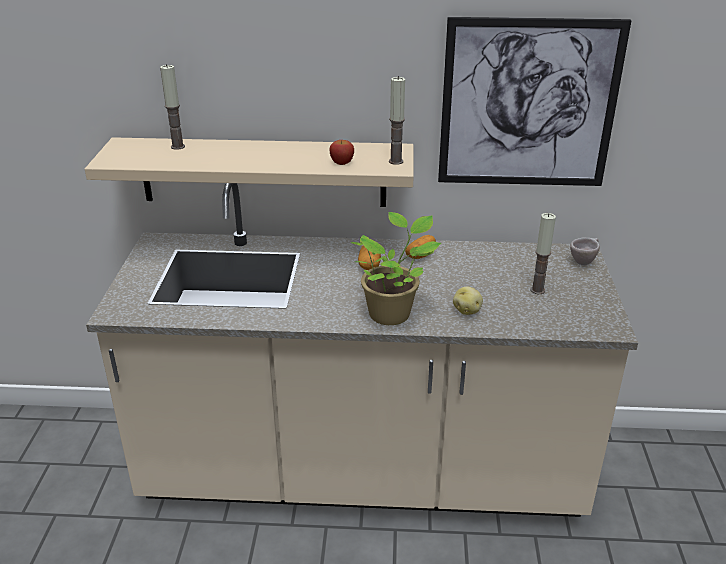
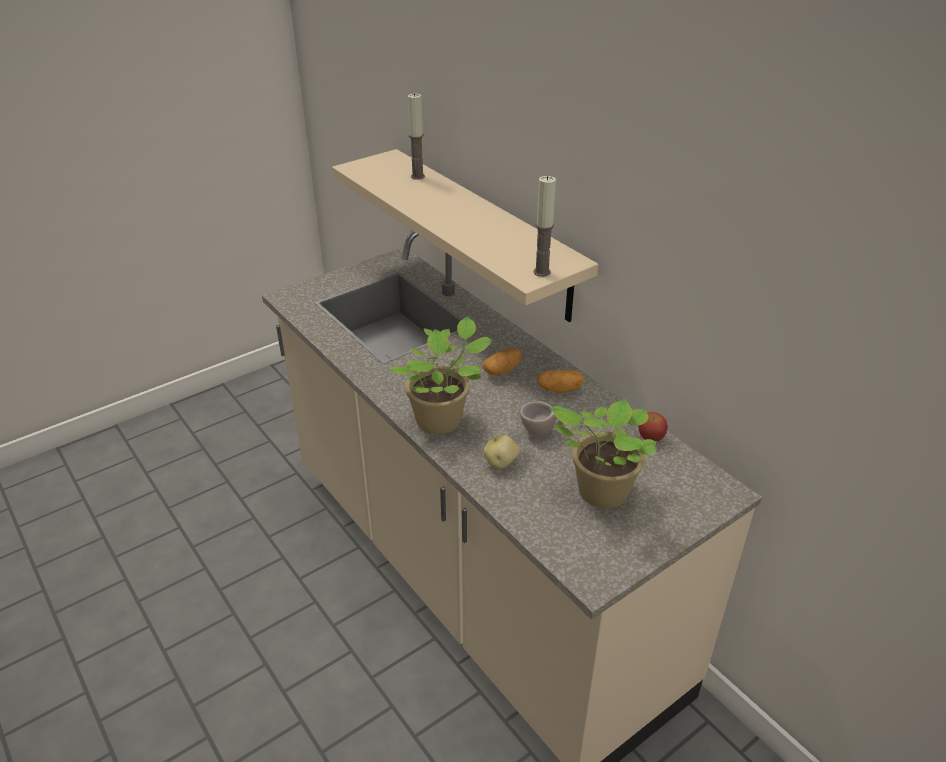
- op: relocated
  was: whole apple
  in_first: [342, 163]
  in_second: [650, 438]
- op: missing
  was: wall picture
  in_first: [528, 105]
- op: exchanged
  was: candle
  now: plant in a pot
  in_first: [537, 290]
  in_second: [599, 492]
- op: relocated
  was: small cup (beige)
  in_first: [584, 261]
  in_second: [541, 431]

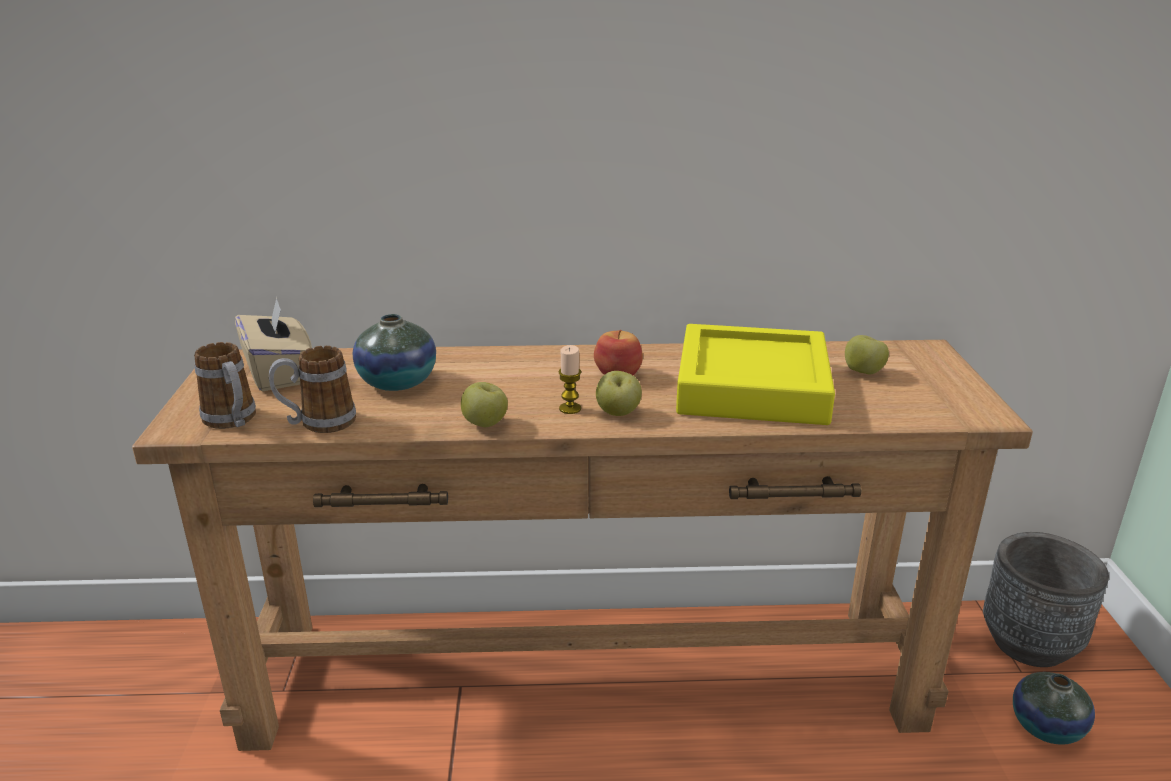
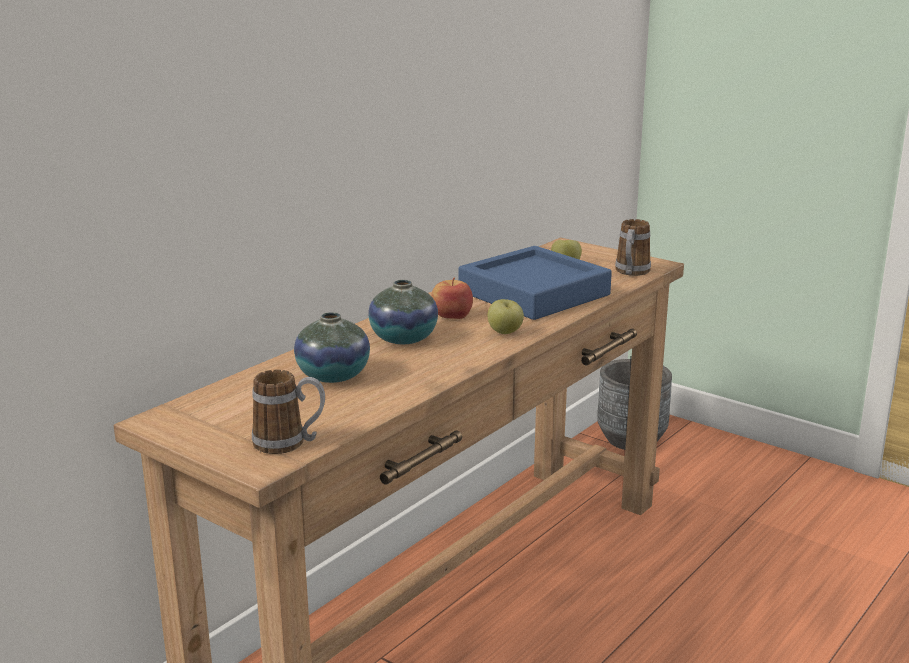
- op: missing
  was: box of tissues (beige)
  in_first: [279, 373]
- op: relocated
  was: coffee mug
  in_first: [317, 423]
  in_second: [631, 273]
- op: missing
  was: whole apple
  in_first: [485, 424]
- op: missing
  was: candle
  in_first: [570, 408]
- op: colour
  was: carrying tray (yellow)
  now: carrying tray (bluish)
  in_first: [752, 387]
  in_second: [534, 293]
- op: relocated
  was: decorative vase
  in_first: [1046, 727]
  in_second: [403, 338]

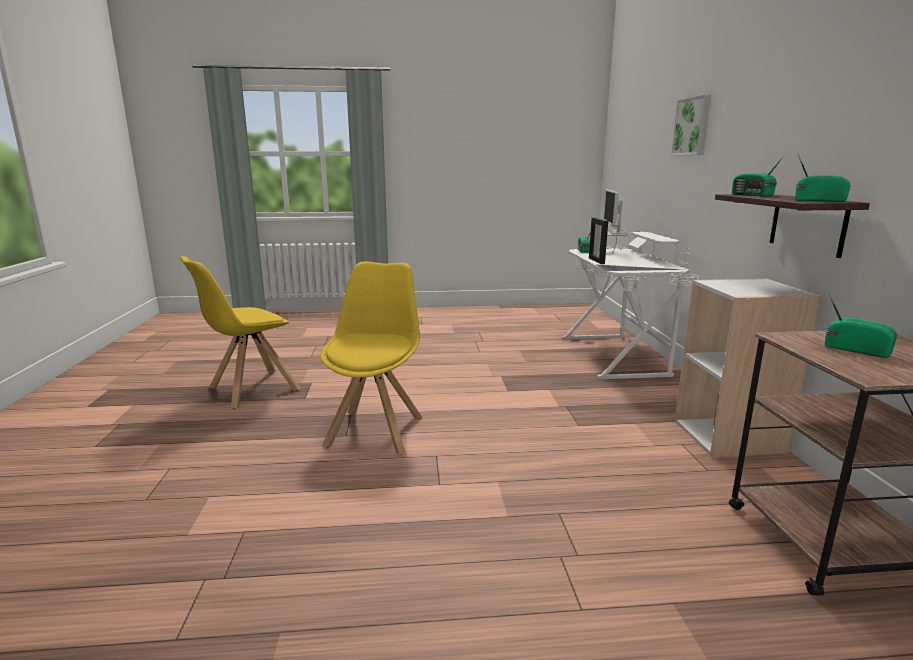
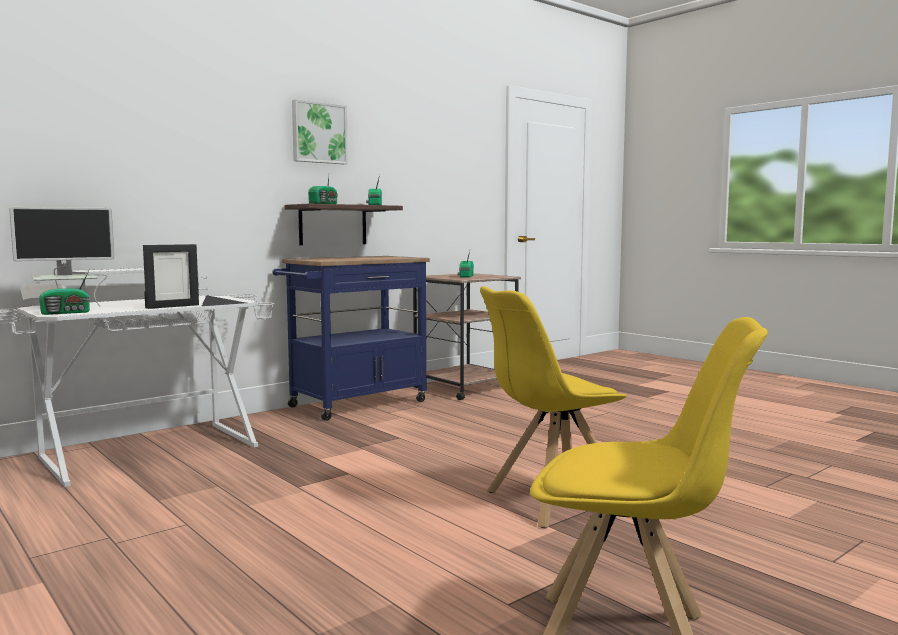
- op: relocated
  was: wall picture
  in_first: [693, 126]
  in_second: [318, 133]
- op: exchanged
  was: shelving unit
  now: wheeled cart (bluish)
  in_first: [728, 437]
  in_second: [354, 405]

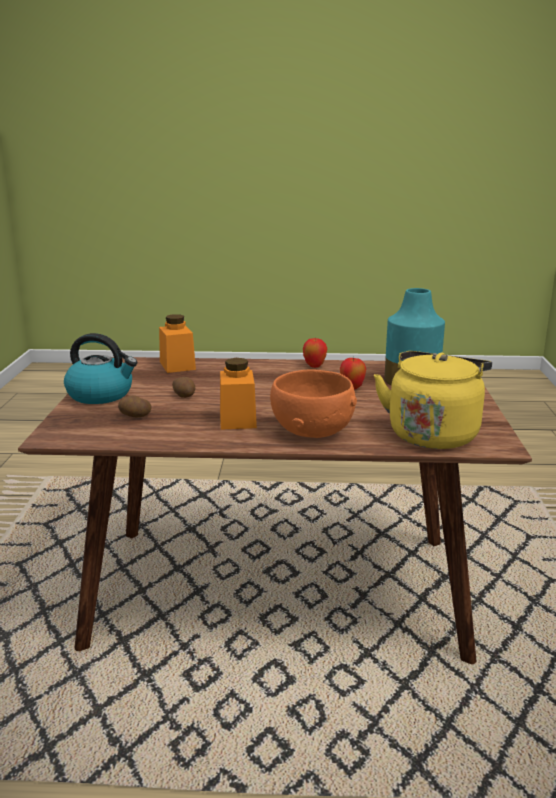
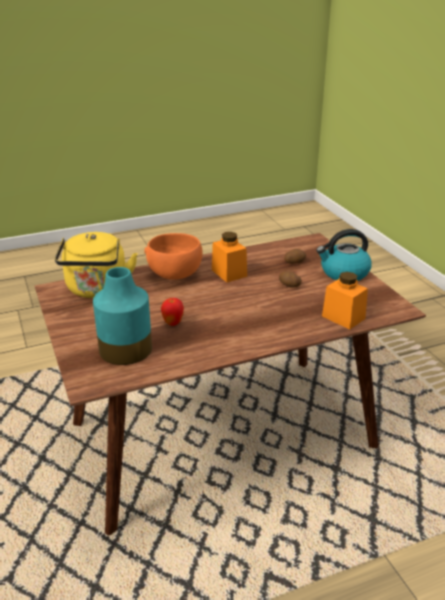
- op: missing
  was: whole apple
  in_first: [314, 366]

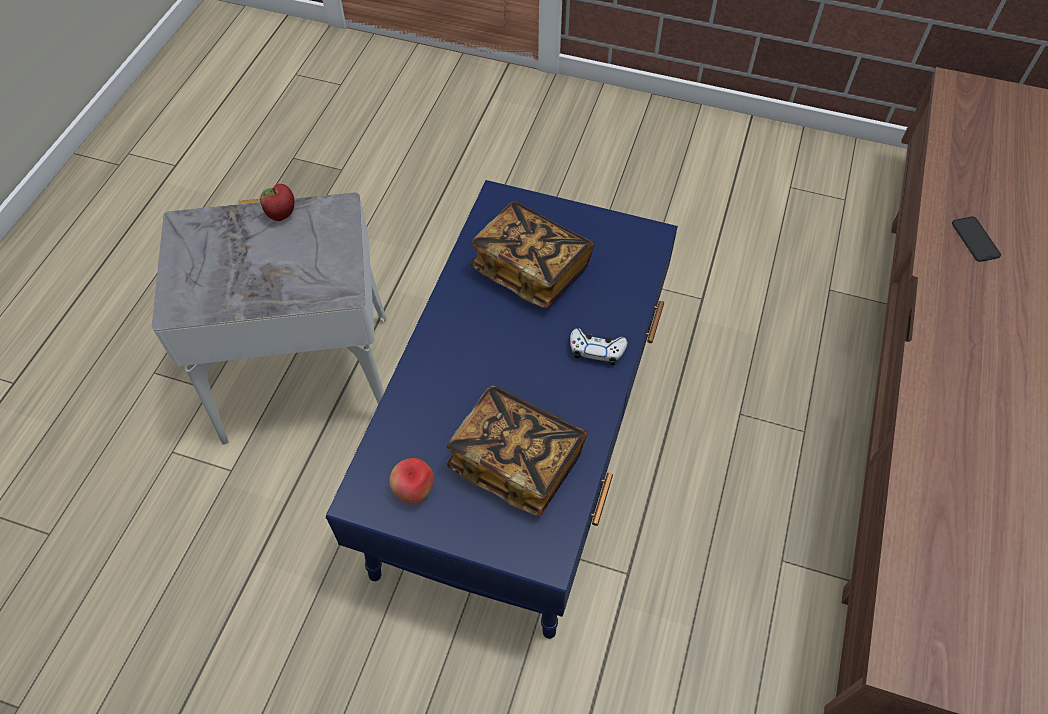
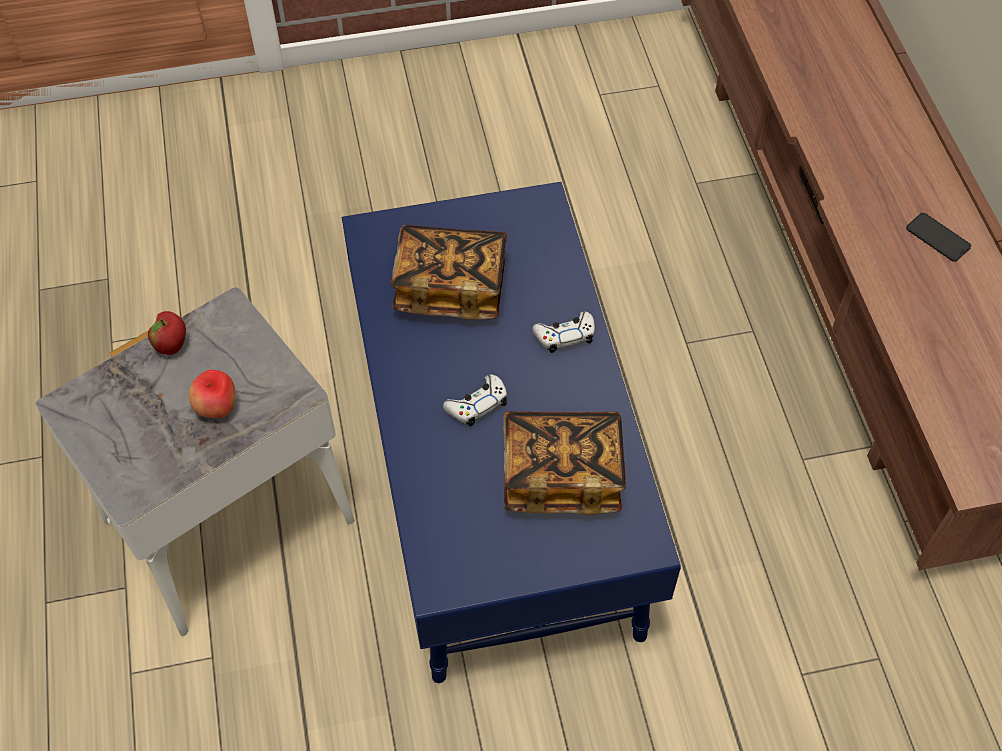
- op: relocated
  was: whole apple
  in_first: [414, 491]
  in_second: [217, 408]
- op: relocated
  was: phone
  in_first: [975, 239]
  in_second: [938, 237]
- op: appeared
  now: gamepad (white)
  in_second: [477, 404]

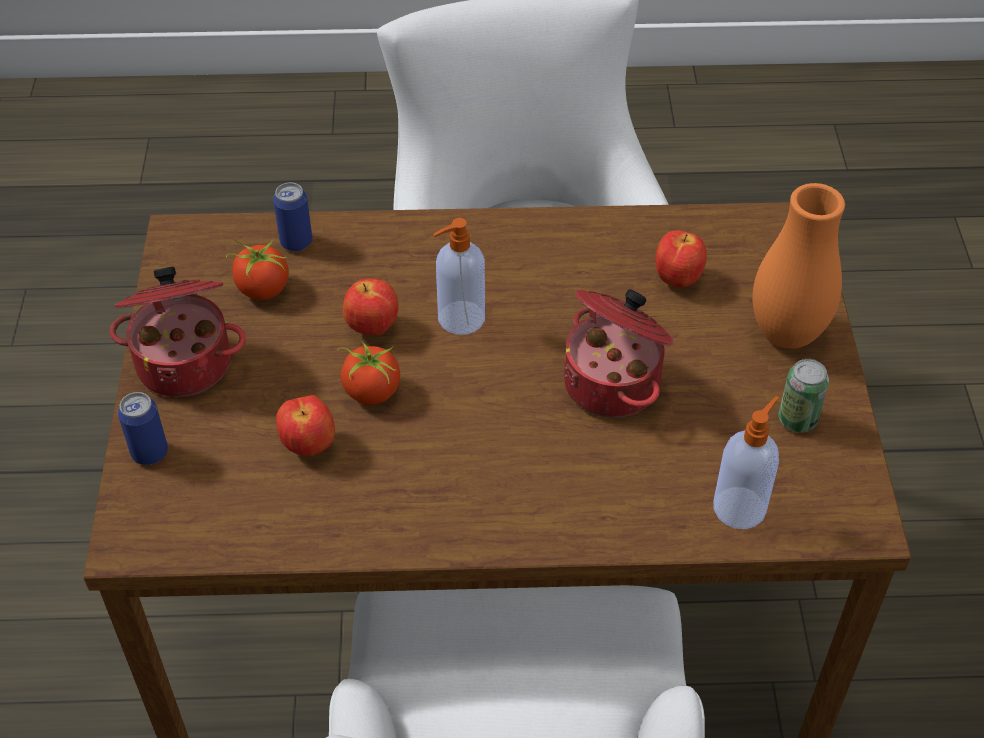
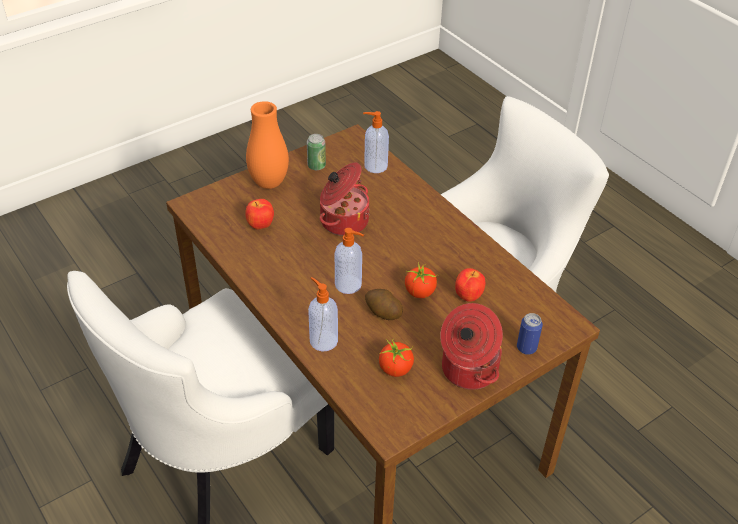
- op: missing
  was: metal can
  in_first: [296, 242]
- op: exchanged
  was: whole apple
  now: whole potato
  in_first: [372, 328]
  in_second: [383, 312]
- op: appeared
  now: soap dispenser
  in_second: [323, 340]

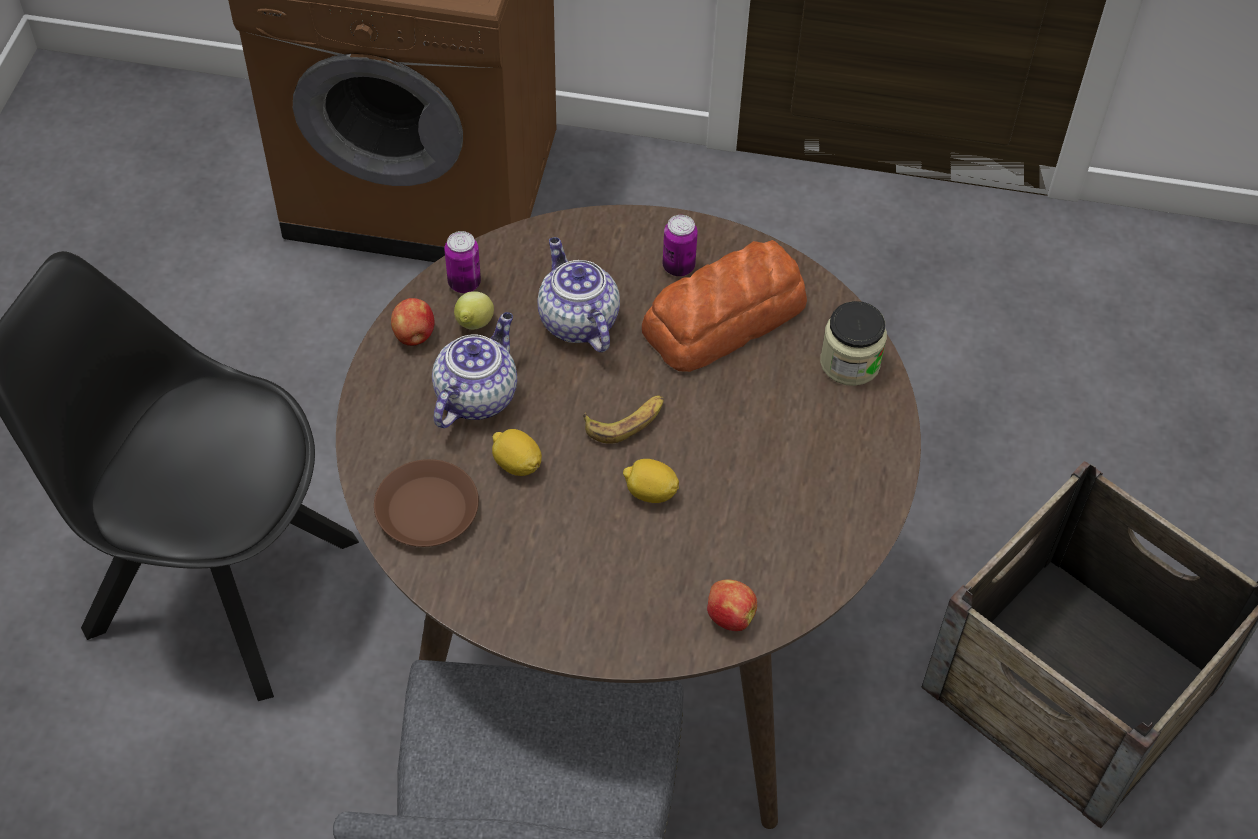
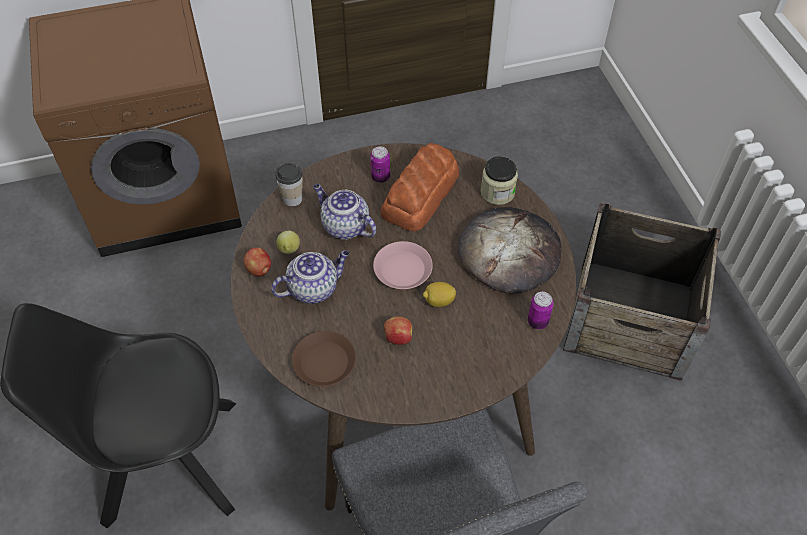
- op: spun
  was: tea pot
  in_first: [476, 395]
  in_second: [314, 288]
  clockwise: 60
- op: relocated
  was: metal can
  in_first: [464, 283]
  in_second: [537, 322]
- op: missing
  was: lemon
  in_first: [517, 464]
- op: exchanged
  was: whole banana
  now: plate (pink)
  in_first: [626, 421]
  in_second: [403, 269]
- op: relocated
  was: whole apple
  in_first: [729, 616]
  in_second: [398, 337]
- op: appeared
  now: small cup
  in_second: [292, 198]
- op: appeared
  now: bakery bread
  in_second: [508, 253]

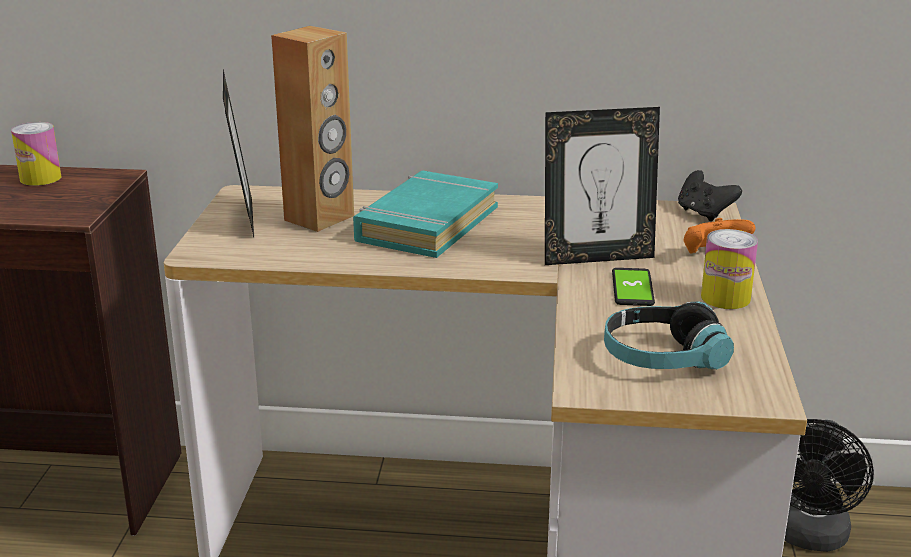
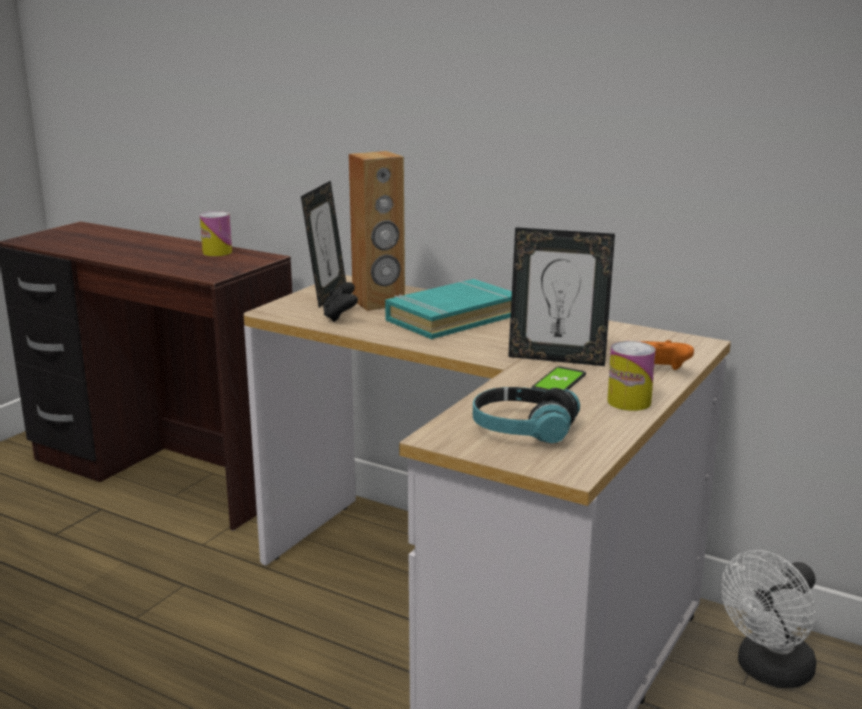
- op: relocated
  was: gamepad (black)
  in_first: [704, 213]
  in_second: [340, 317]
- op: colour
  was: fan (black)
  now: fan (white)
  in_first: [808, 537]
  in_second: [768, 672]

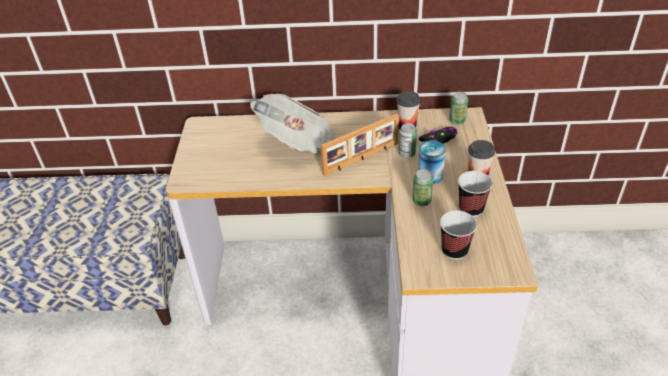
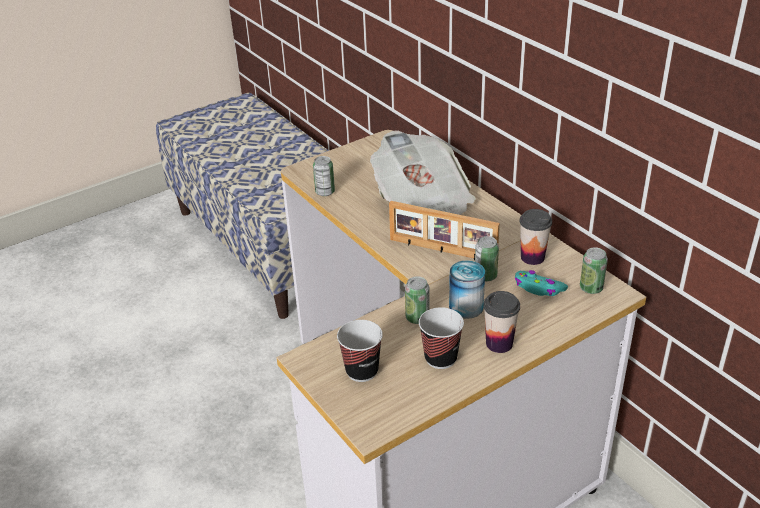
- op: colour
  was: gamepad (black)
  now: gamepad (turquoise)
  in_first: [439, 139]
  in_second: [538, 288]
- op: appeared
  now: metal can
  in_second: [325, 192]

